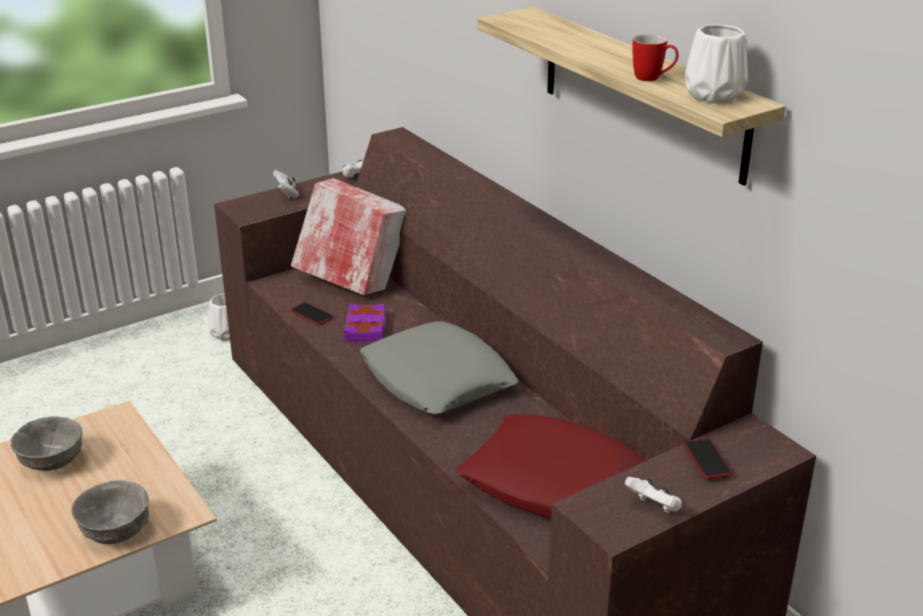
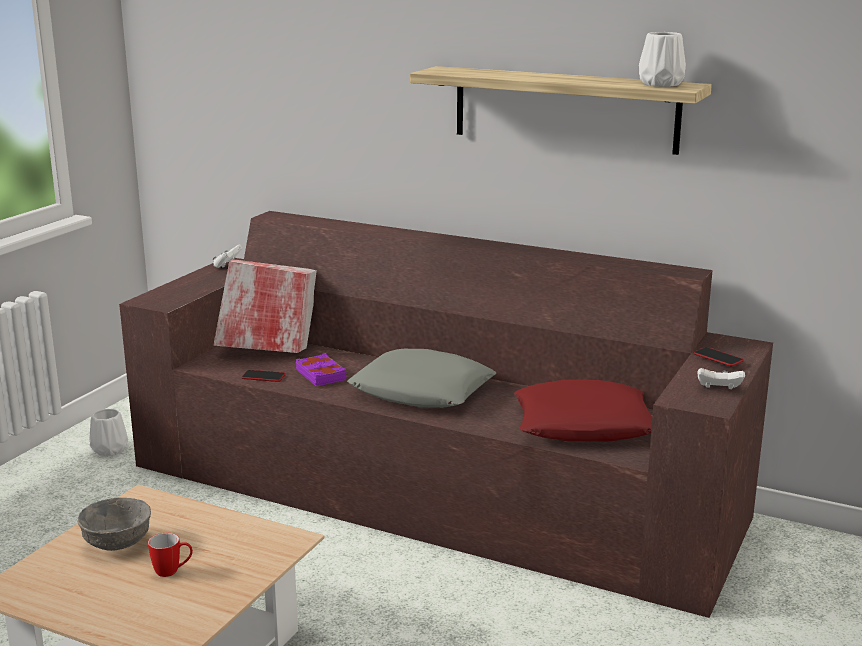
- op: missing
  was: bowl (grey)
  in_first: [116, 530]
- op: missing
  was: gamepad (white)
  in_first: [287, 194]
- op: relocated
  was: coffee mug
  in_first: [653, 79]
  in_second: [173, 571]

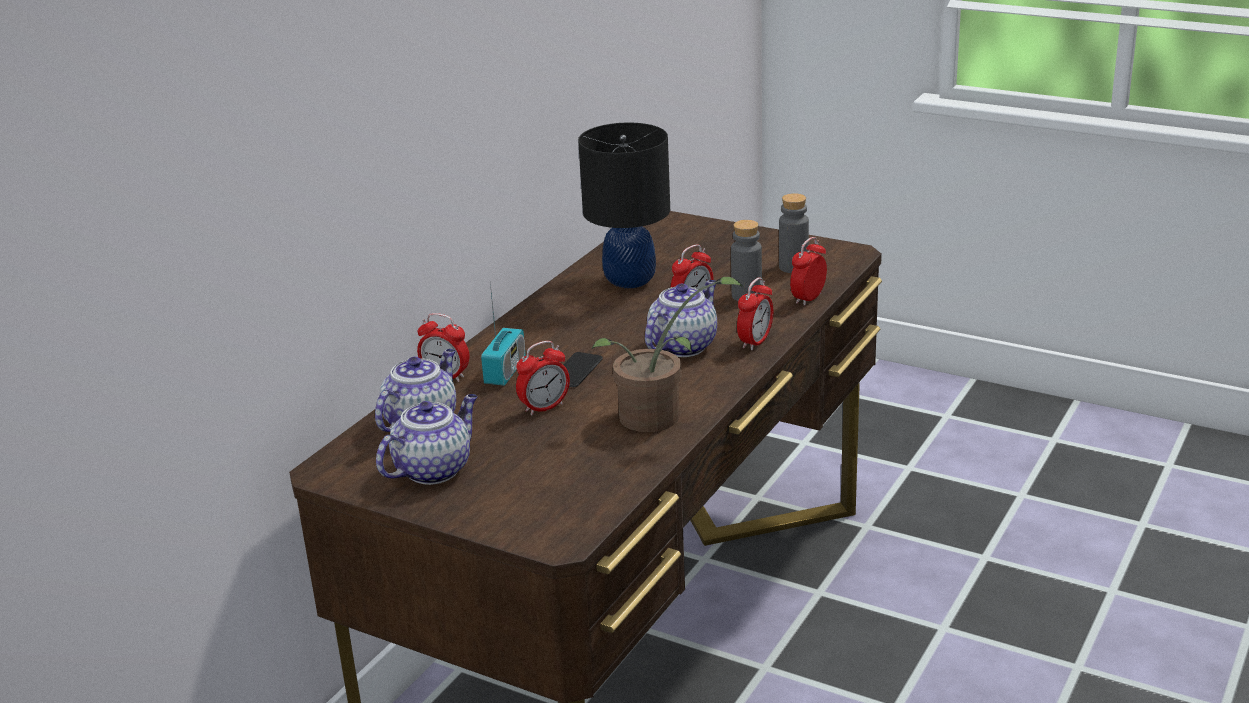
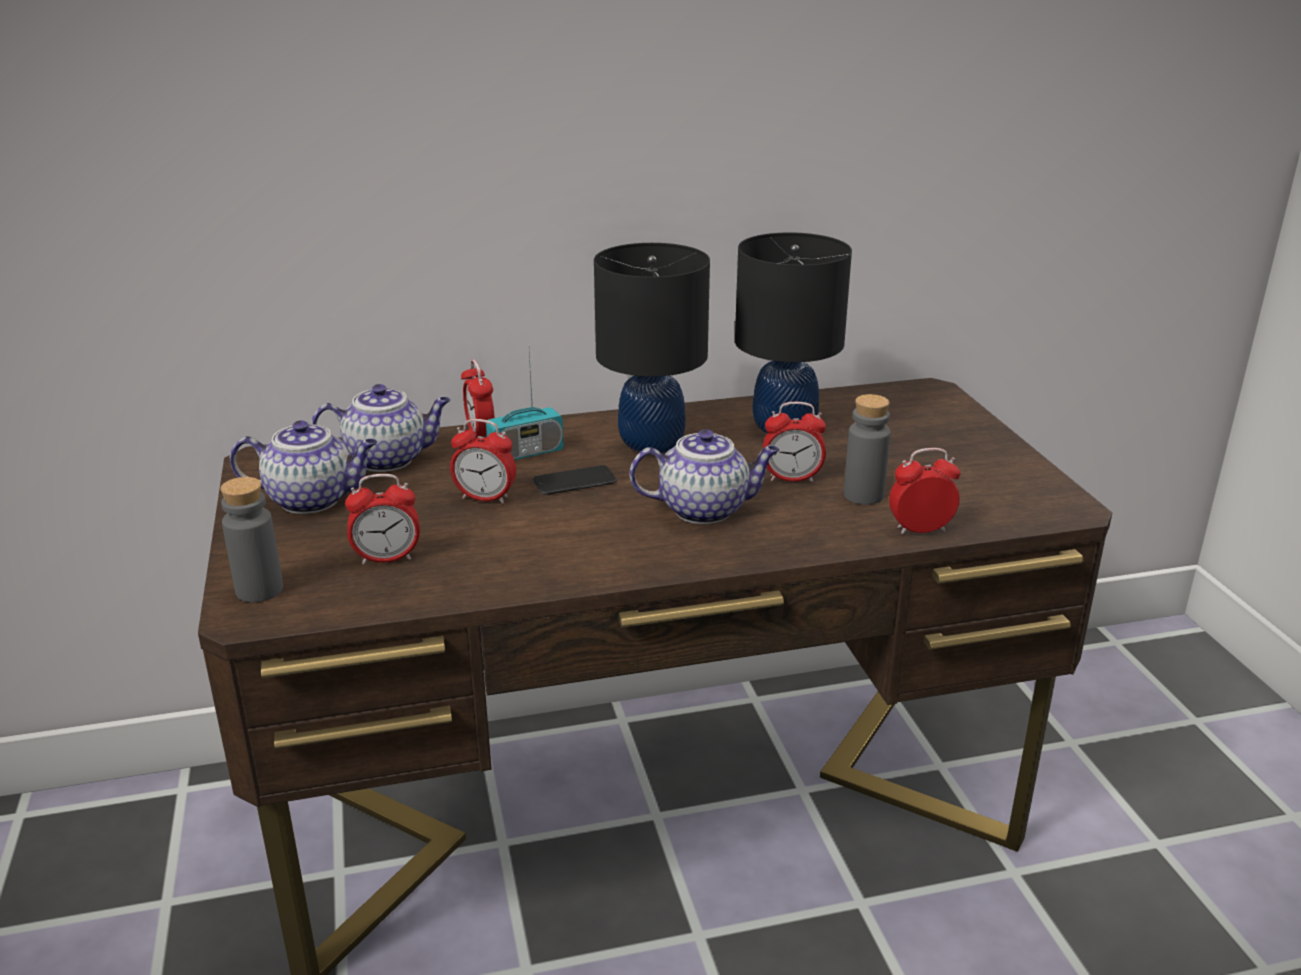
- op: missing
  was: plant in a pot
  in_first: [659, 417]
- op: relocated
  was: alarm clock
  in_first: [755, 342]
  in_second: [387, 558]
- op: relocated
  was: bottle (grey)
  in_first: [793, 267]
  in_second: [259, 590]
- op: appeared
  now: tabletop lamp (black)
  in_second: [655, 446]

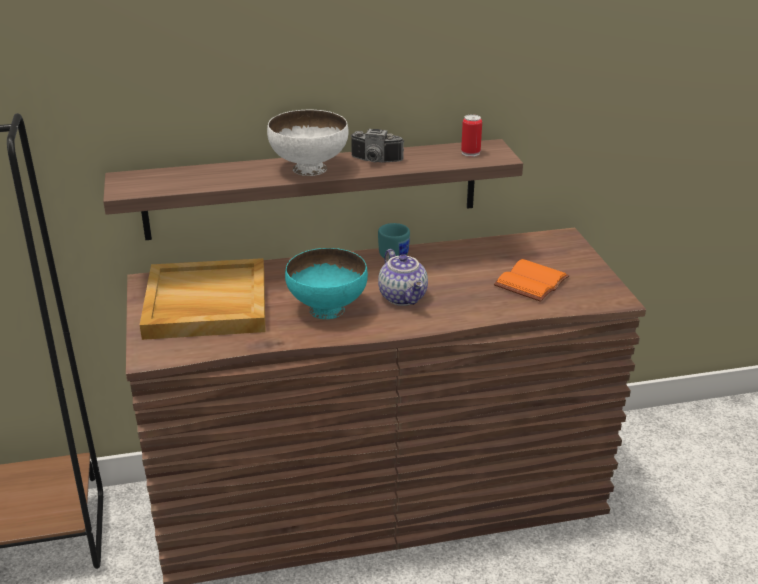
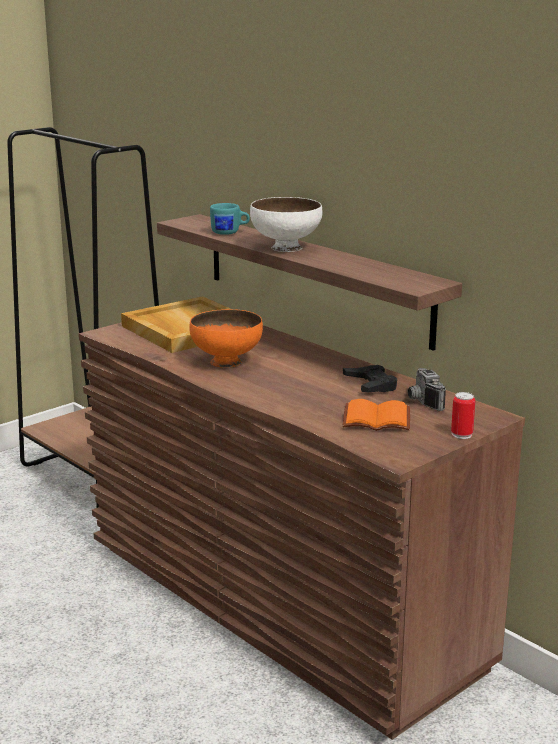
- op: colour
  was: bowl (turquoise)
  now: bowl (orange-coloured)
  in_first: [328, 310]
  in_second: [226, 362]
- op: relocated
  was: still camera
  in_first: [375, 161]
  in_second: [422, 402]
- op: relocated
  was: coffee mug (turquoise)
  in_first: [396, 253]
  in_second: [230, 233]
- op: missing
  was: tea pot
  in_first: [404, 297]
- op: relocated
  was: metal can
  in_first: [470, 153]
  in_second: [461, 434]
- op: appeared
  now: gamepad (black)
  in_second: [371, 384]

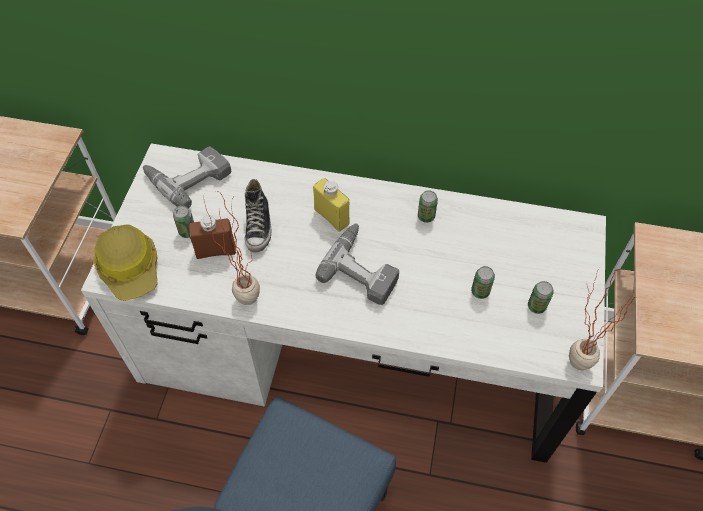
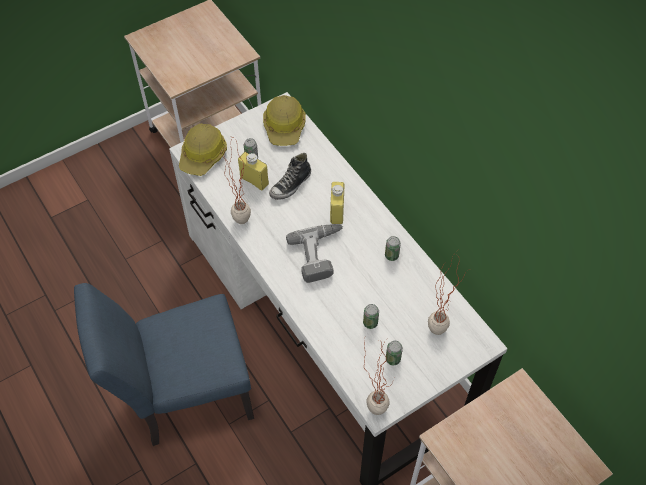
- op: exchanged
  was: power drill
  now: hard hat
  in_first: [187, 177]
  in_second: [285, 127]
- op: colour
  was: bottle (brownish)
  now: bottle (yellow)
  in_first: [216, 251]
  in_second: [254, 180]
- op: appeared
  now: plant in a pot
  in_second: [441, 325]

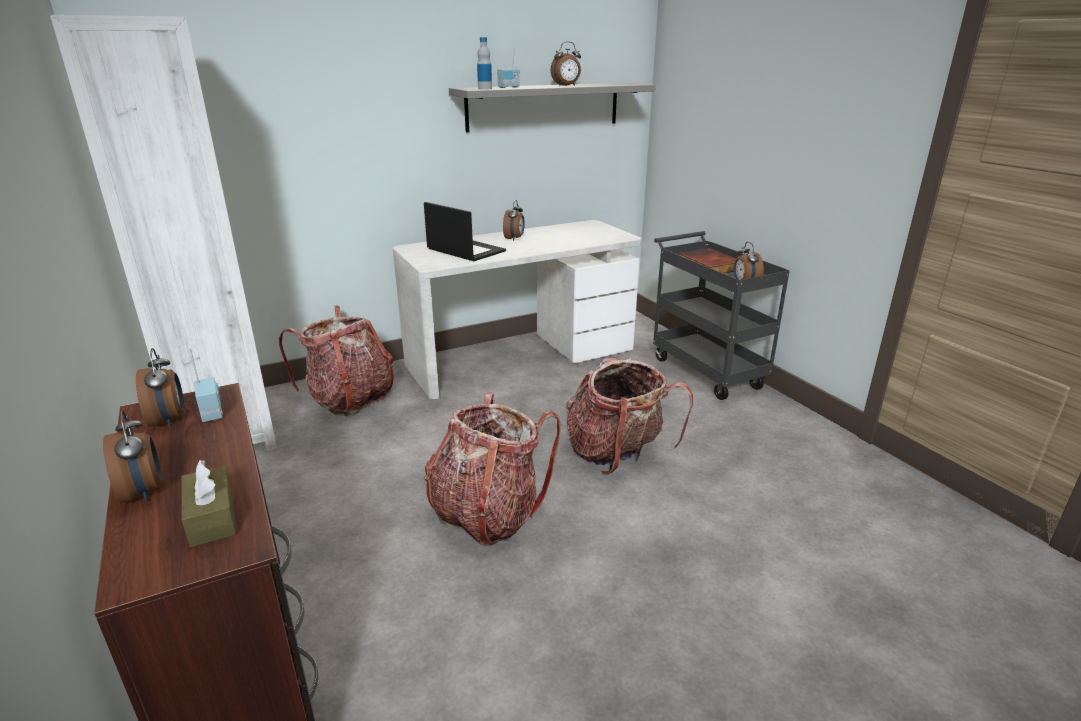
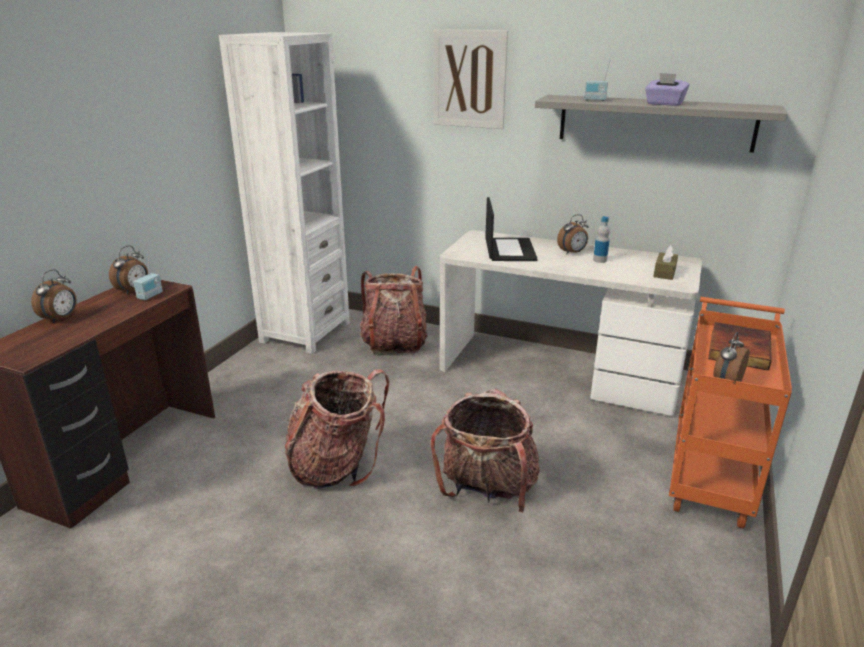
- op: relocated
  was: box of tissues (brownish)
  in_first: [212, 518]
  in_second: [664, 272]
- op: relocated
  was: bottle
  in_first: [485, 89]
  in_second: [600, 260]
- op: exchanged
  was: alarm clock
  now: box of tissues (purplish)
  in_first: [566, 86]
  in_second: [664, 104]
- op: colour
  was: wheeled cart (grey)
  now: wheeled cart (orange-coloured)
  in_first: [704, 373]
  in_second: [709, 477]
- op: appeared
  now: wall picture
  in_second: [469, 79]

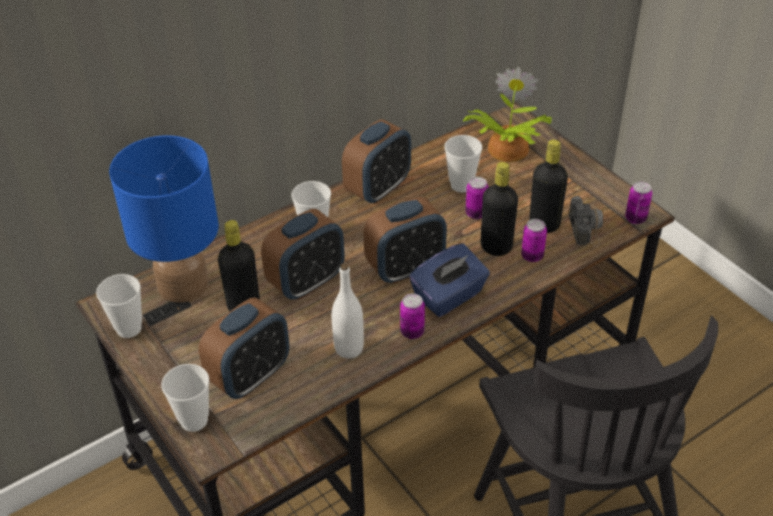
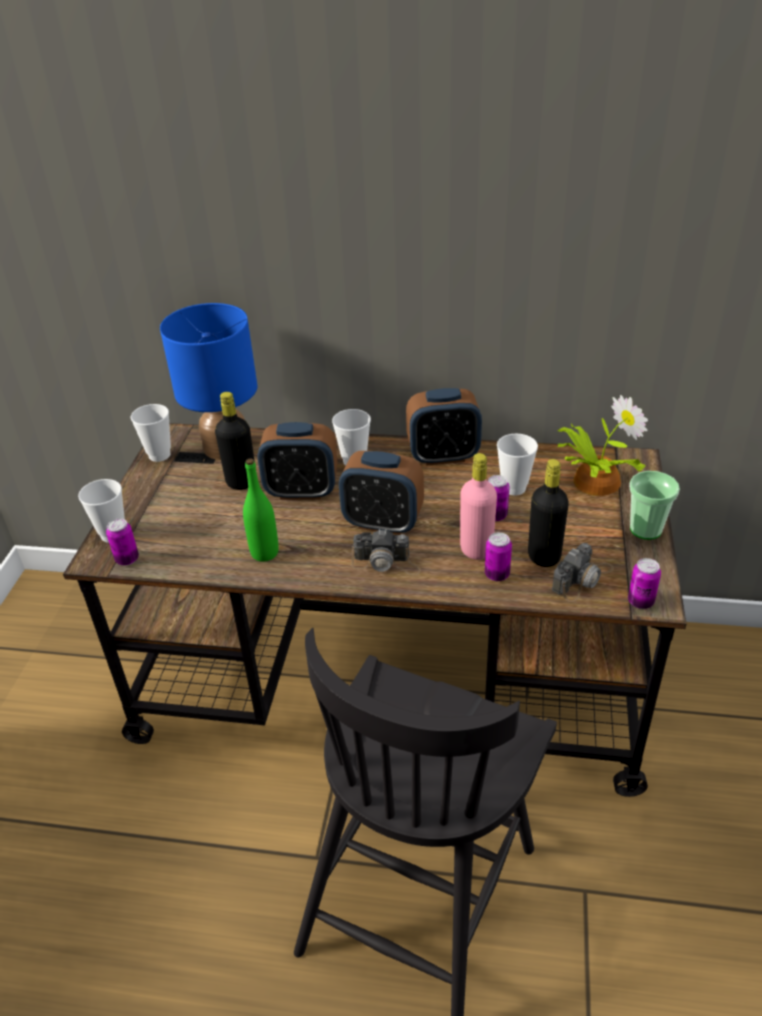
- op: missing
  was: alarm clock
  in_first: [250, 376]
- op: colour
  was: bottle (white)
  now: bottle (green)
  in_first: [349, 348]
  in_second: [264, 553]
- op: relocated
  was: metal can
  in_first: [412, 332]
  in_second: [127, 559]
- op: exchanged
  was: box of tissues (bluish)
  now: still camera
  in_first: [449, 296]
  in_second: [386, 563]
- op: colour
  was: bottle (black)
  now: bottle (pink)
  in_first: [496, 247]
  in_second: [476, 550]
- op: appeared
  now: small cup
  in_second: [645, 529]

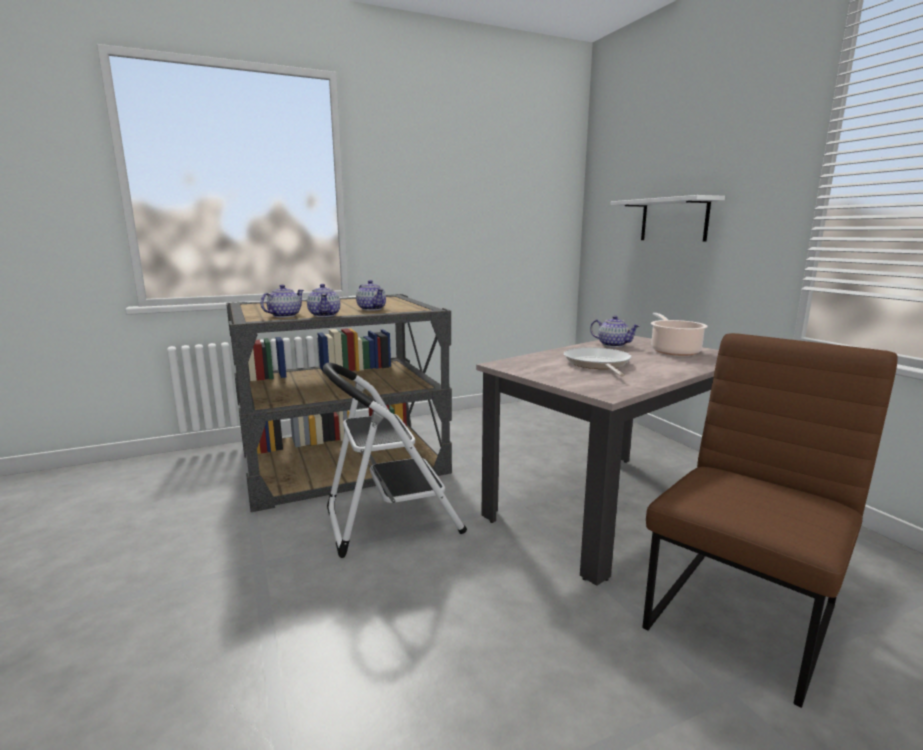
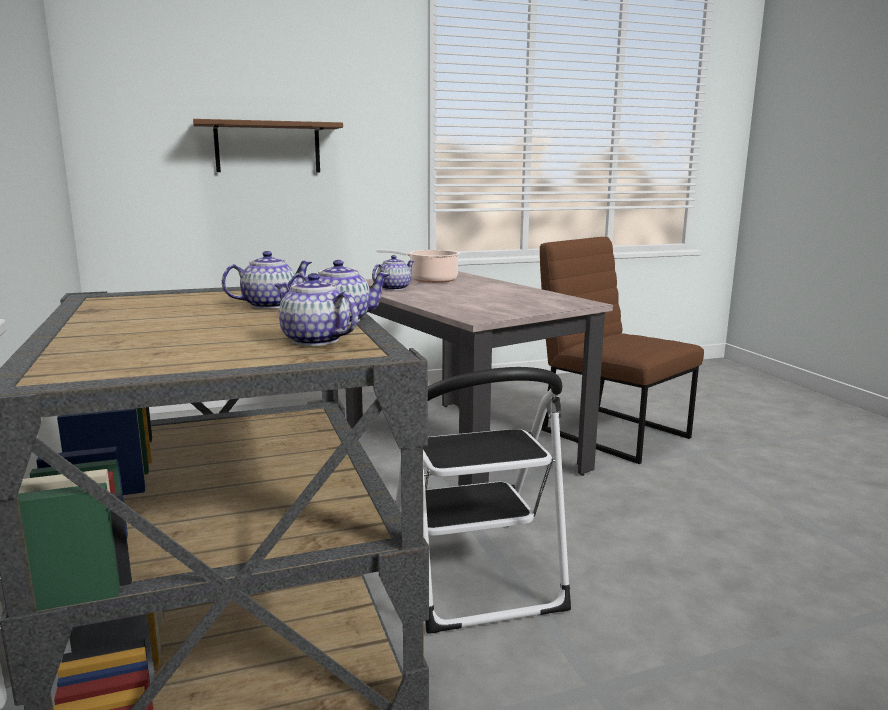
- op: missing
  was: pan
  in_first: [597, 364]
- op: colour
  was: bracket shelf (white)
  now: bracket shelf (brownish)
  in_first: [674, 220]
  in_second: [268, 147]

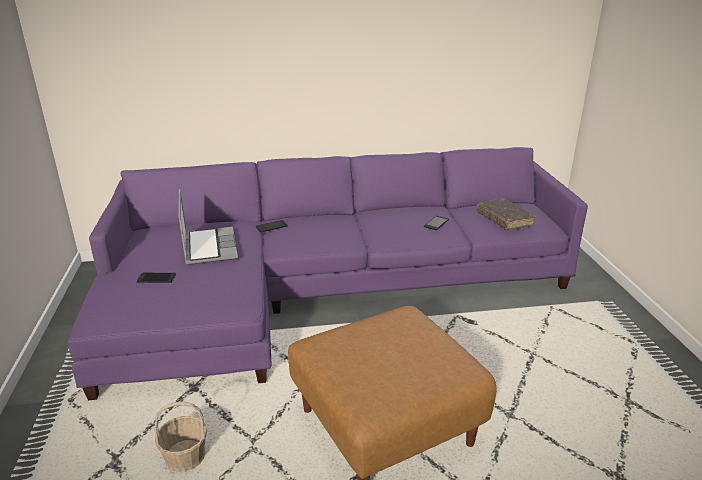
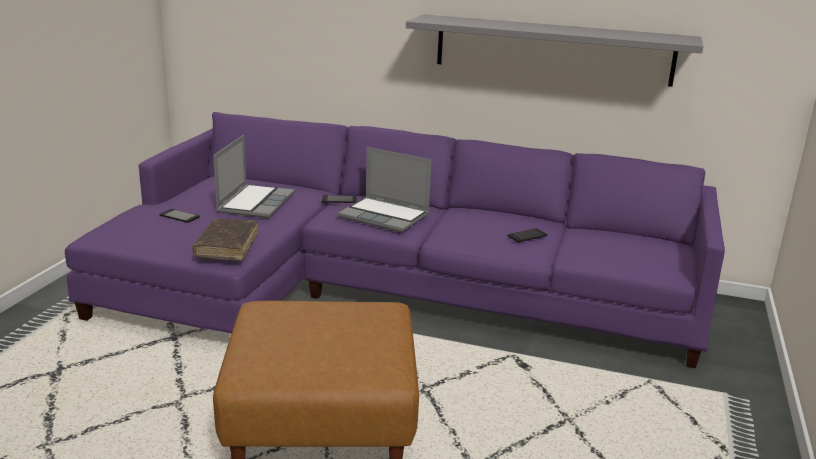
- op: missing
  was: household basket
  in_first: [185, 457]
- op: relocated
  was: volume (brownish)
  in_first: [503, 219]
  in_second: [227, 247]
- op: appeared
  now: notebook computer
  in_second: [385, 216]
- op: appeared
  now: bracket shelf (grey)
  in_second: [553, 50]

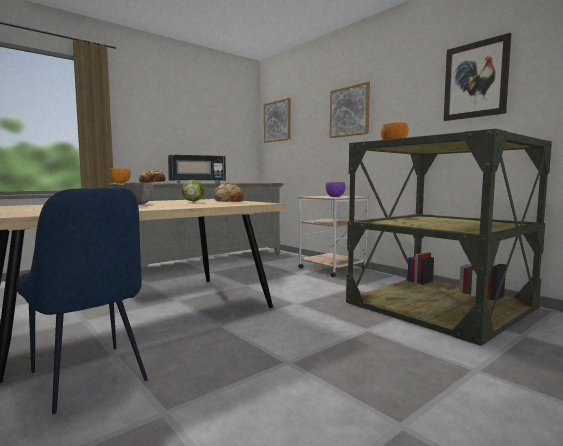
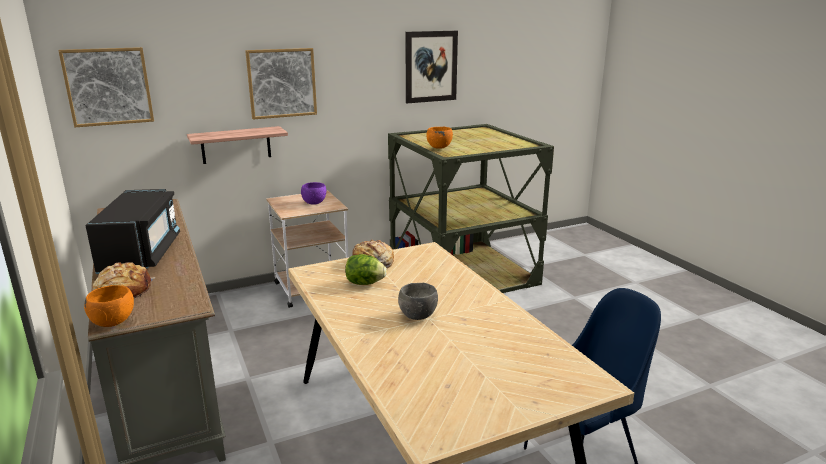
- op: appeared
  now: bracket shelf
  in_second: [236, 145]

